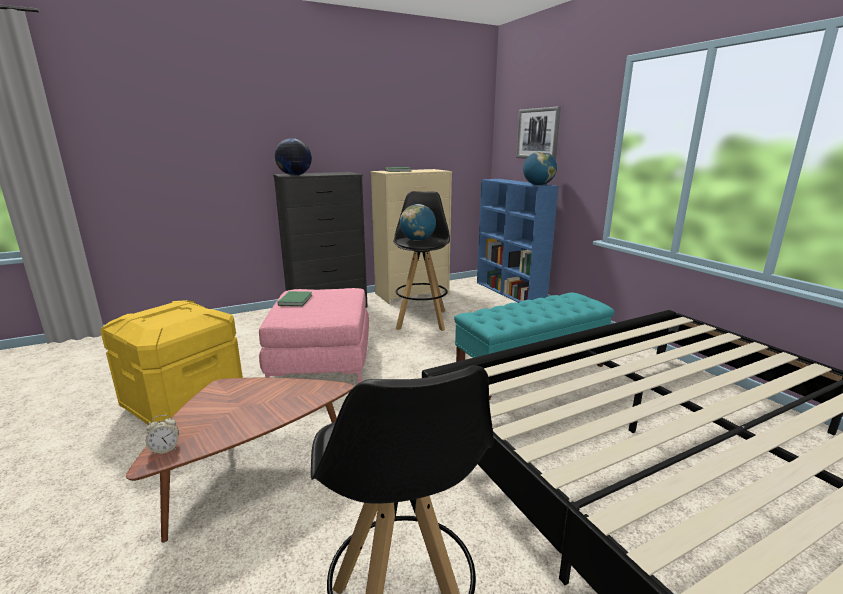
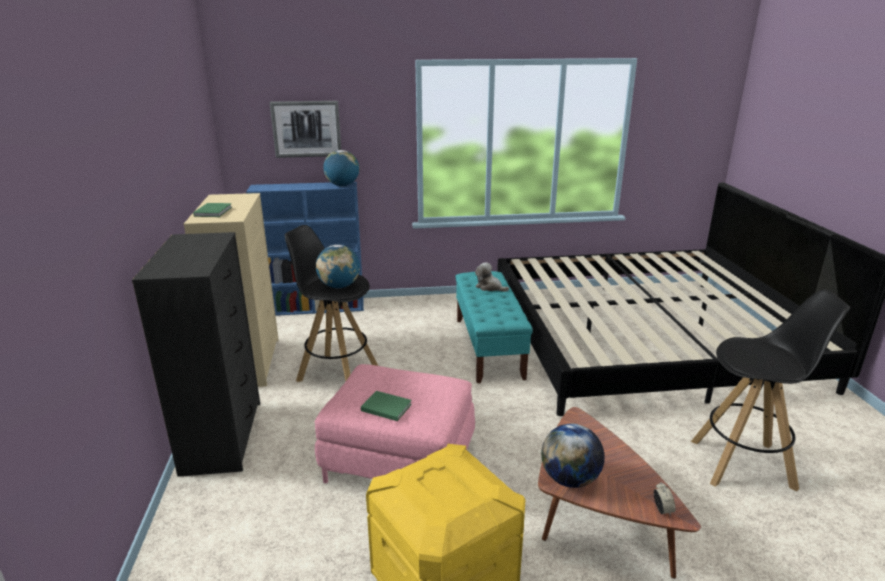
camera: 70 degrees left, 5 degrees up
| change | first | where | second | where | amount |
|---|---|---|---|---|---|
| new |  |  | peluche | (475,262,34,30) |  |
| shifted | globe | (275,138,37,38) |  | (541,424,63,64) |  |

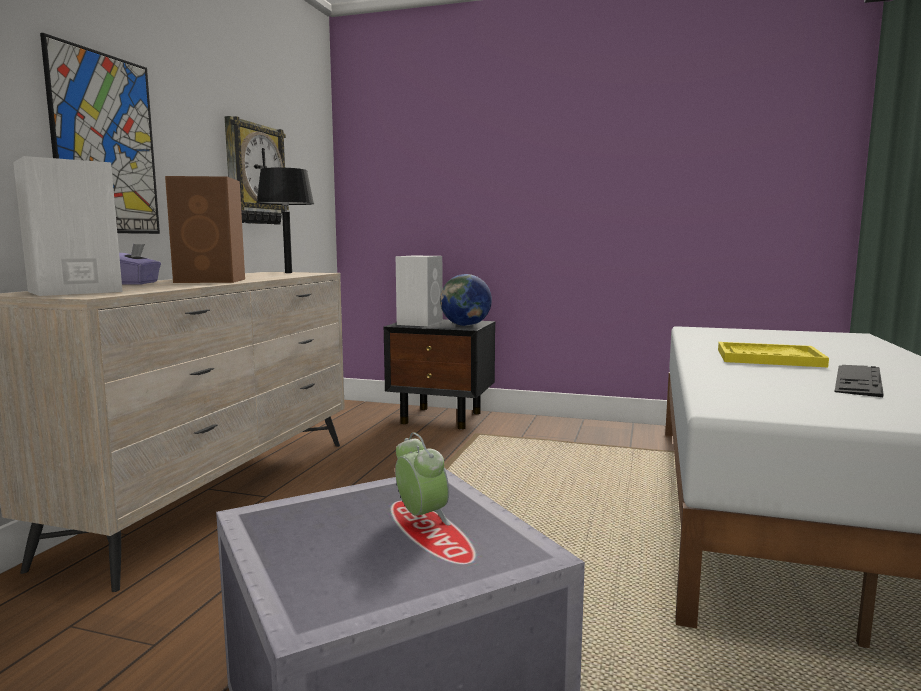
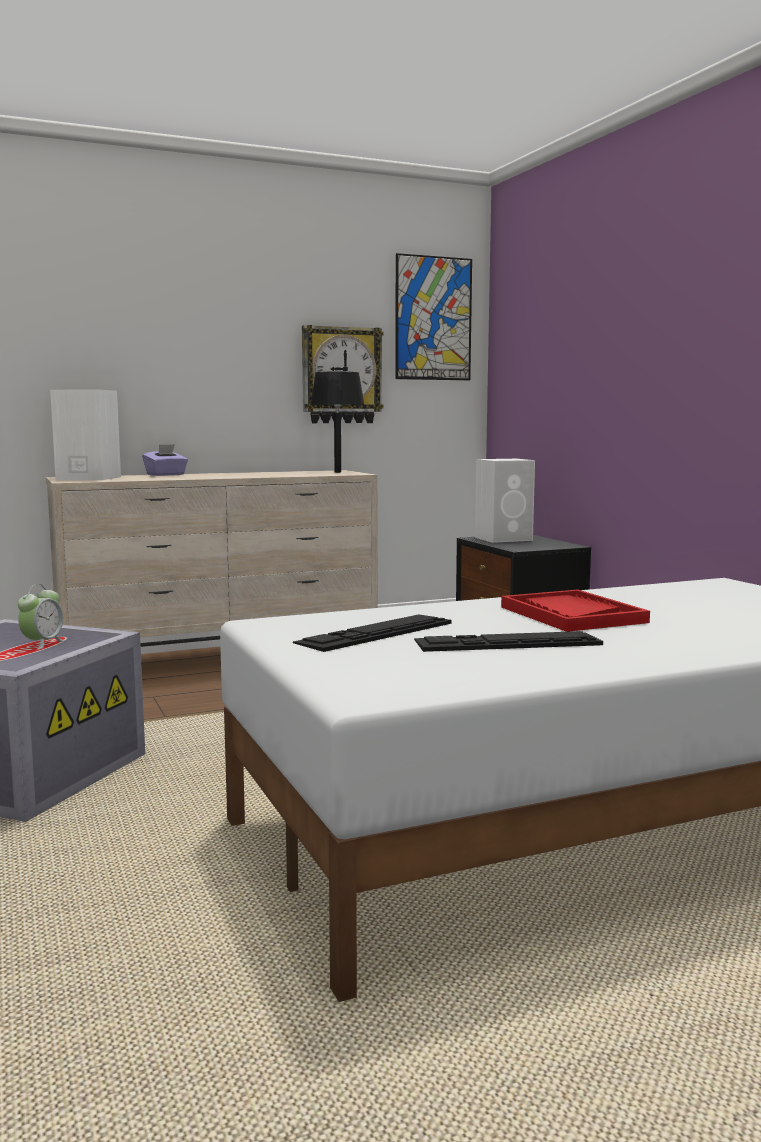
camera: 50 degrees right, 0 degrees up
| change | first | where | second | where | amount |
|---|---|---|---|---|---|
| gone | enceinte (marron) | (165,176,80,107) |  |  |  |
| gone | globe | (440,274,52,52) |  |  |  |
| new |  |  | clavier | (293,614,159,38) |  |
| shifted | tableau | (40,33,120,201) |  | (395,253,77,127) |  |
| repainted | plateau (jaune) | (718,342,111,25) | plateau (rouge) | (501,589,149,43) |  |

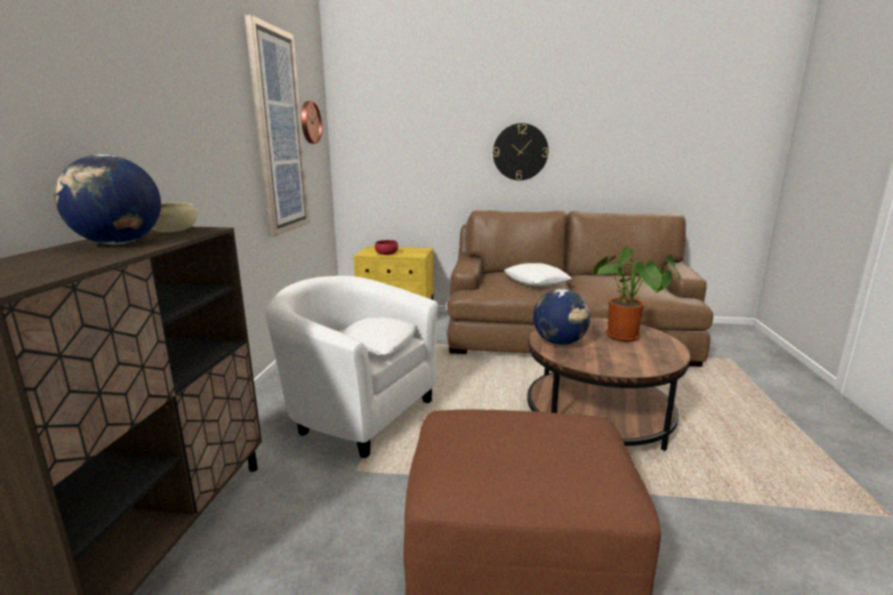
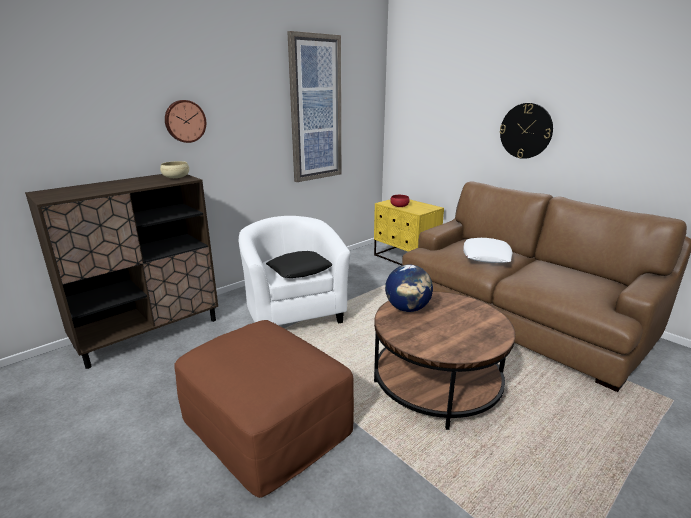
camera: 40 degrees right, 5 degrees up
| change | first | where | second | where | amount |
|---|---|---|---|---|---|
| gone | globe | (54,154,107,90) |  |  |  |
| gone | plante en pot | (593,247,87,95) |  |  |  |
| shifted | horloge murale | (301,101,21,43) |  | (165,100,41,43) |  |
| repainted | coussin (blanc) | (341,317,76,39) | coussin (noir) | (266,251,66,27) |  |

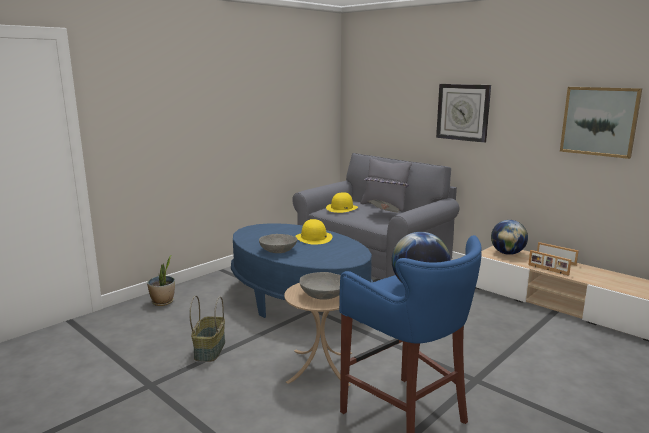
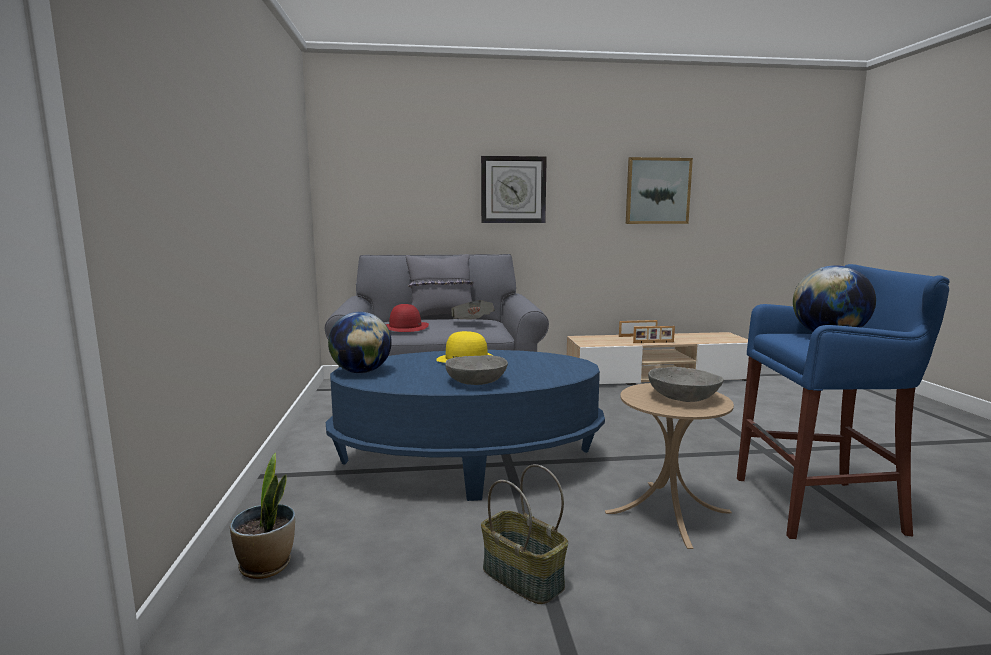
camera: 50 degrees left, 5 degrees down
| change | first | where | second | where | amount |
|---|---|---|---|---|---|
| shifted | globe | (491,220,37,35) |  | (328,312,64,61) |  |
| repainted | chapeau (jaune) | (326,192,32,21) | chapeau (rouge) | (386,304,43,28) |  |

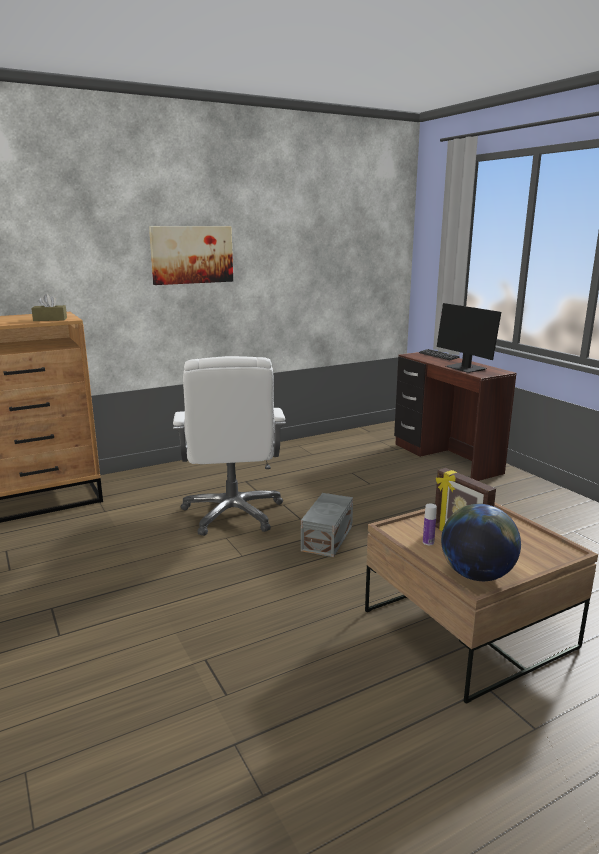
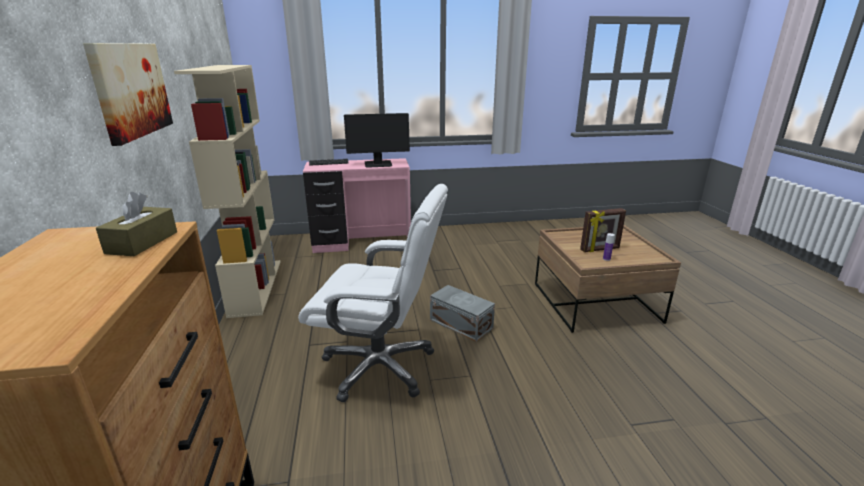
camera: 70 degrees left, 5 degrees up
| change | first | where | second | where | amount |
|---|---|---|---|---|---|
| gone | globe | (441,504,80,77) |  |  |  |
| new |  |  | bibliothèque (beige) | (174,65,107,253) |  |
| repainted | bureau (marron) | (394,352,122,129) | bureau (rose) | (303,158,108,95) |  |

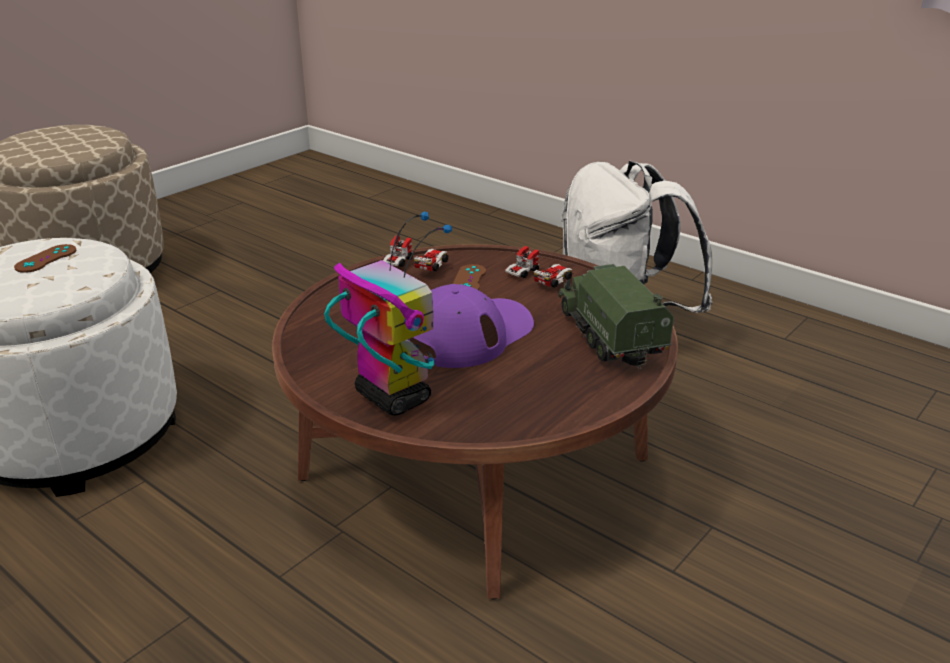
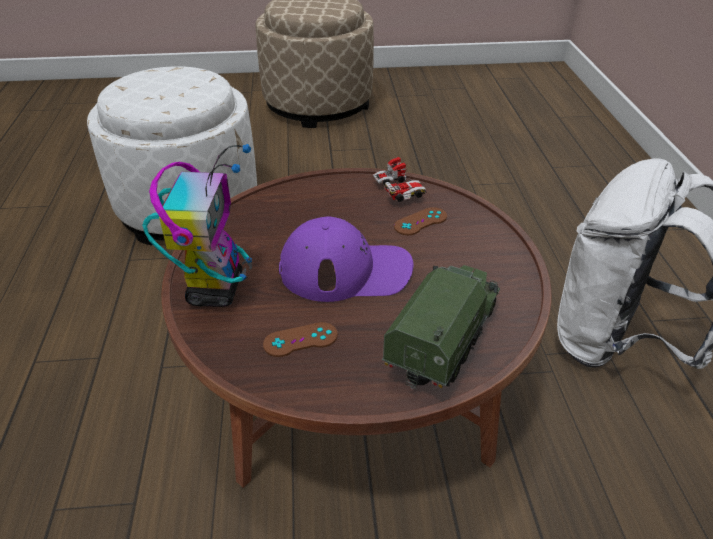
camera: 45 degrees right, 10 degrees up
| change | first | where | second | where | amount |
|---|---|---|---|---|---|
| gone | petite voiture | (505,246,68,42) |  |  |  |
| shifted | manette (marron) | (14,244,62,29) |  | (263,322,75,35) |  |

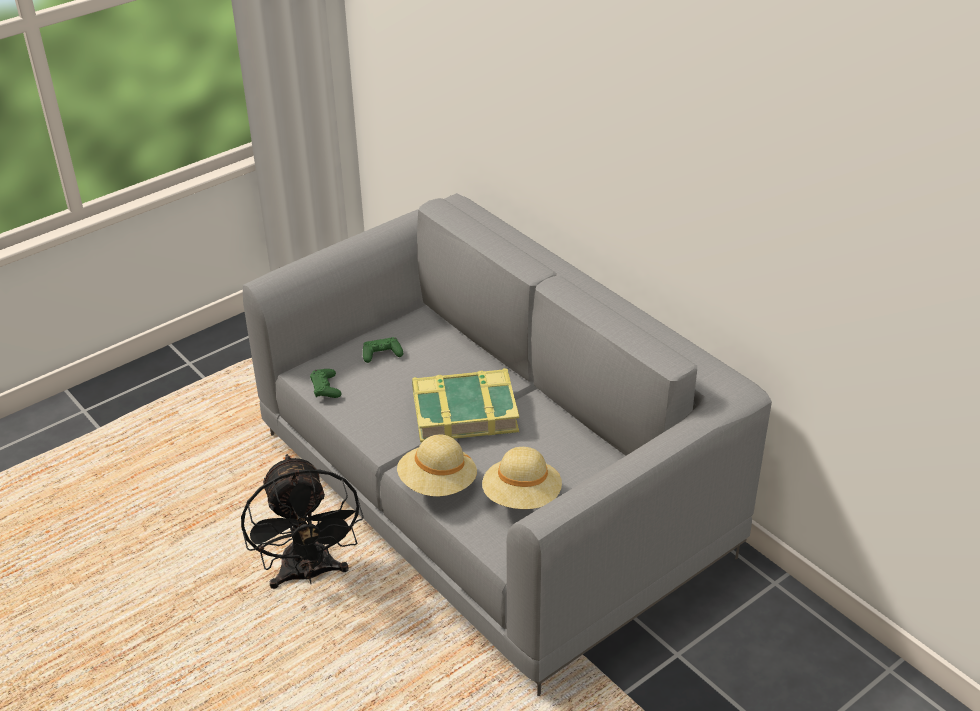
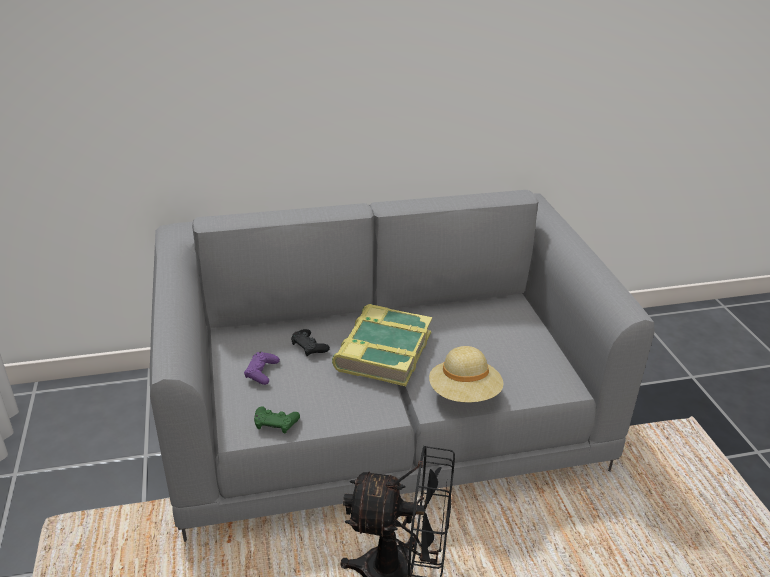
camera: 65 degrees left, 5 degrees down
| change | first | where | second | where | amount |
|---|---|---|---|---|---|
| gone | chapeau (beige) | (482,447,80,62) |  |  |  |
| new |  |  | manette (noir) | (291,329,39,27) |  |
| repainted | manette (vert) | (363,337,40,26) | manette (violet) | (244,352,36,33) |  |

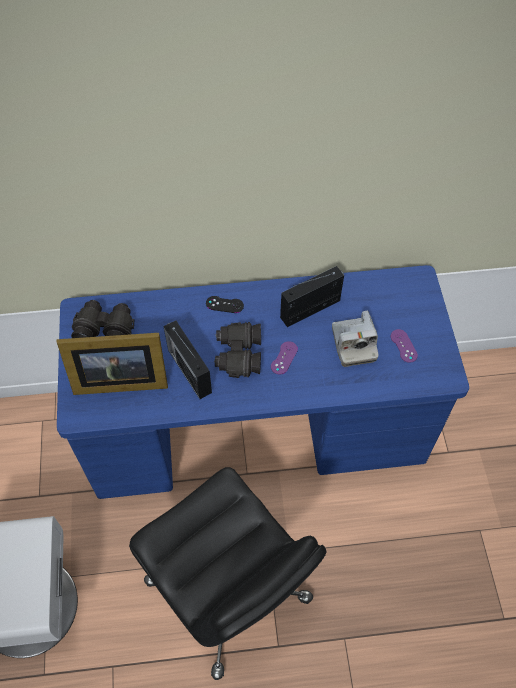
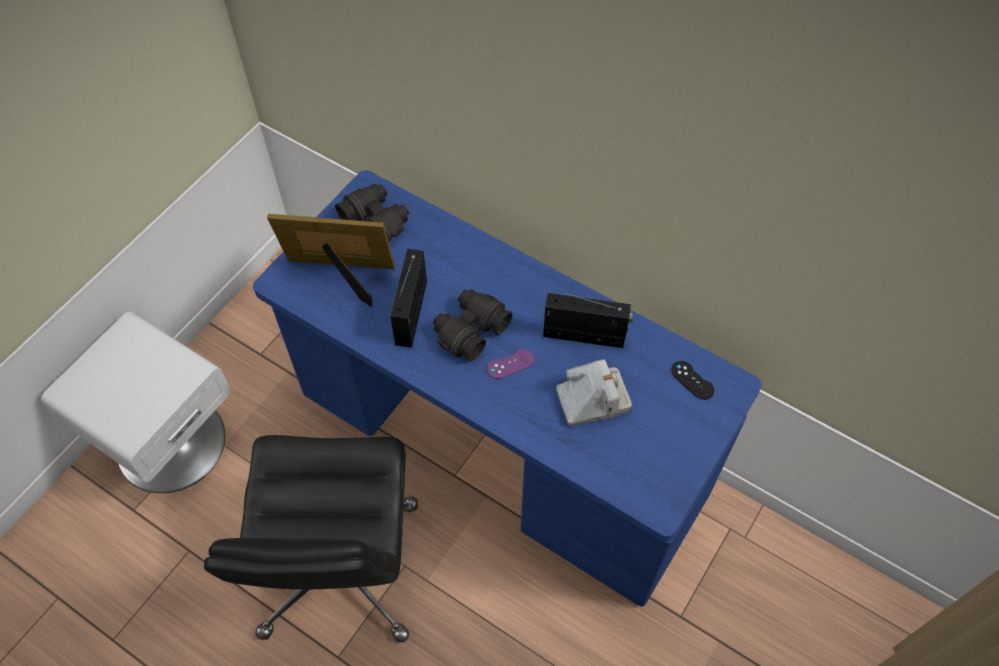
camera: 40 degrees right, 0 degrees up
| change | first | where | second | where | amount |
|---|---|---|---|---|---|
| gone | manette (violet) | (391,329,27,34) |  |  |  |
| shifted | manette (noir) | (206,296,38,17) |  | (671,361,43,39) |  |
| rotated | cadre photo | (57,333,111,62) |  | (267,214,128,93) | 150 degrees clockwise |
| rotated | appareil photo | (332,311,46,56) |  | (556,359,76,67) | 135 degrees counterclockwise |

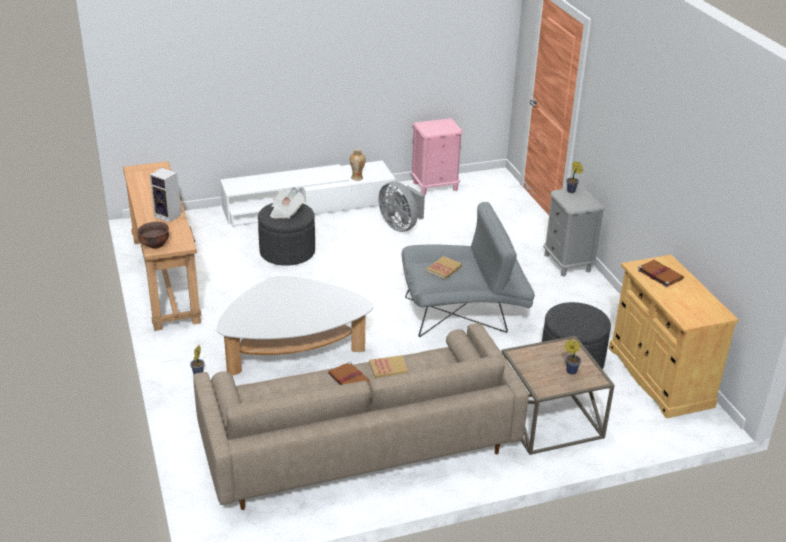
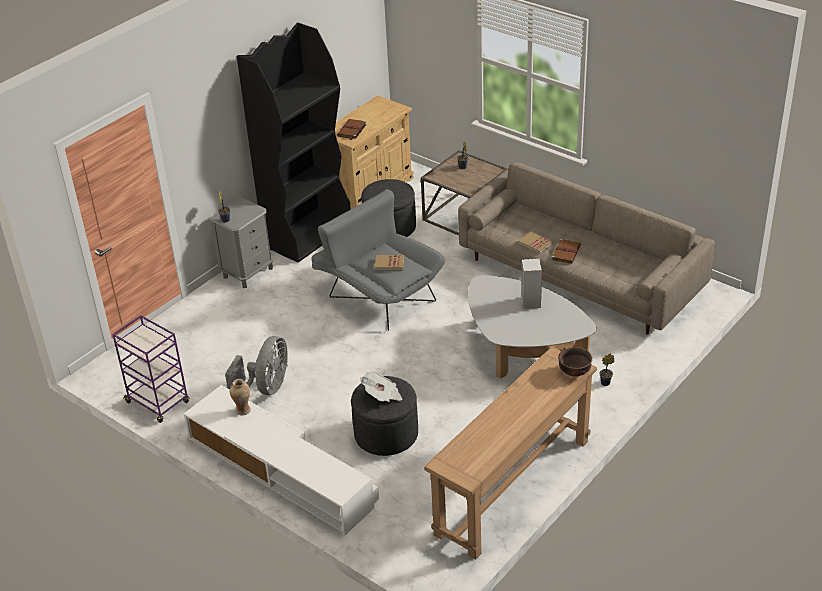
camera: 120 degrees left, 5 degrees up
| change | first | where | second | where | amount |
|---|---|---|---|---|---|
| new |  |  | bibliothèque (noir) | (237,22,114,241) |  |
| shifted | enceinte | (149,168,32,55) |  | (521,258,21,51) |  |
| swapped | table de chevet (rose) | (411,118,52,77) | chariot (violet) | (112,315,78,108) |  |

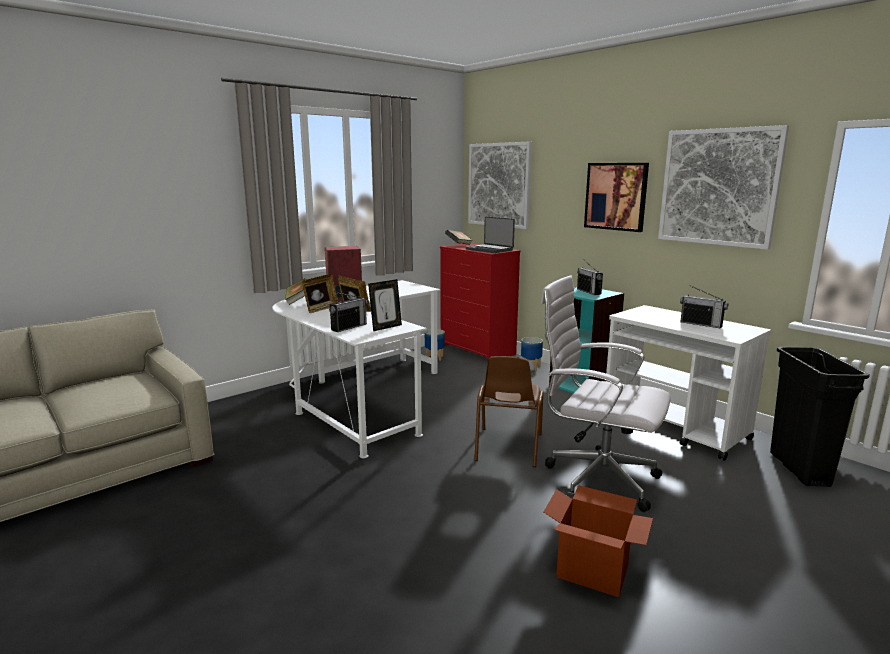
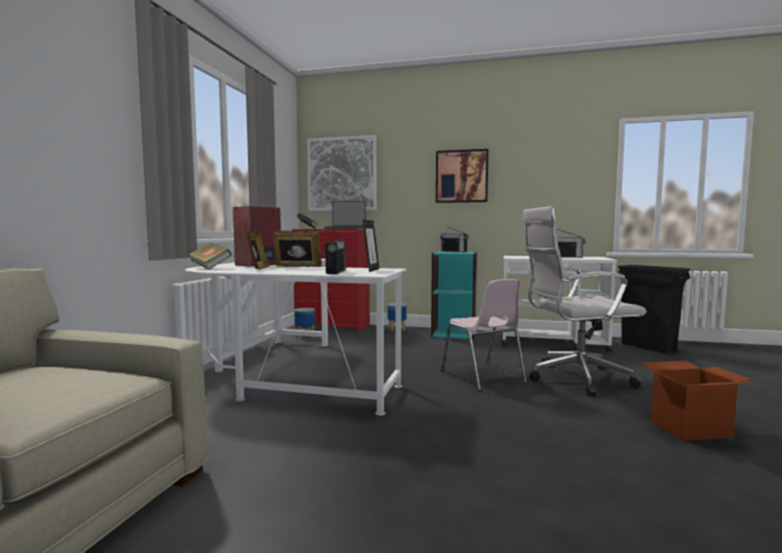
camera: 35 degrees left, 10 degrees down
| change | first | where | second | where | amount |
|---|---|---|---|---|---|
| gone | tableau | (658,125,131,125) |  |  |  |
| repainted | chaise (marron) | (474,356,69,111) | chaise (rose) | (441,279,86,112) |  |

